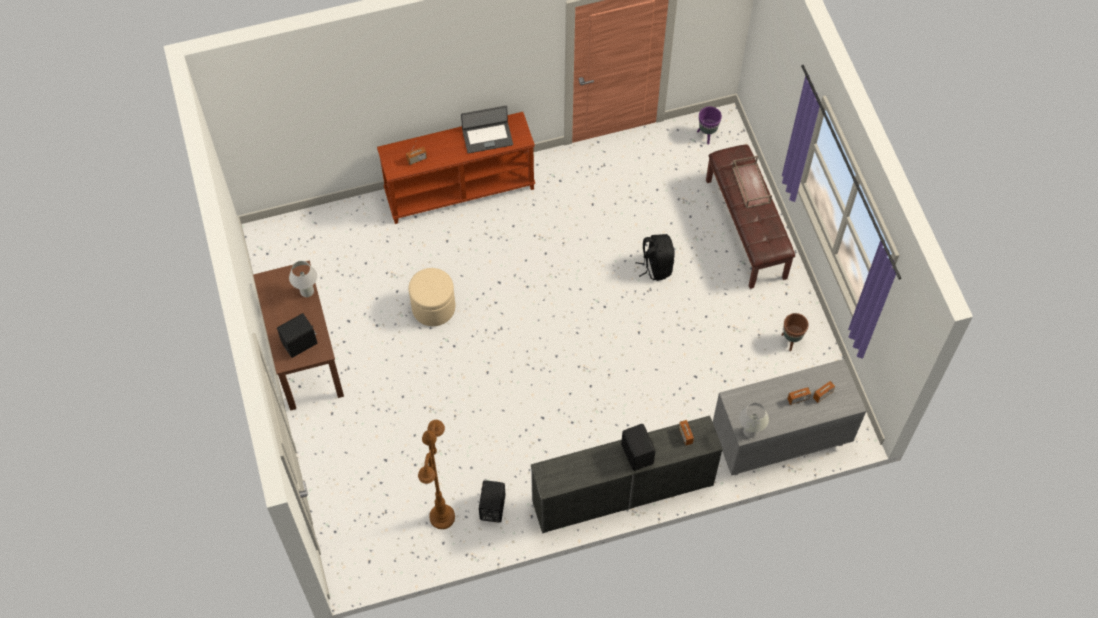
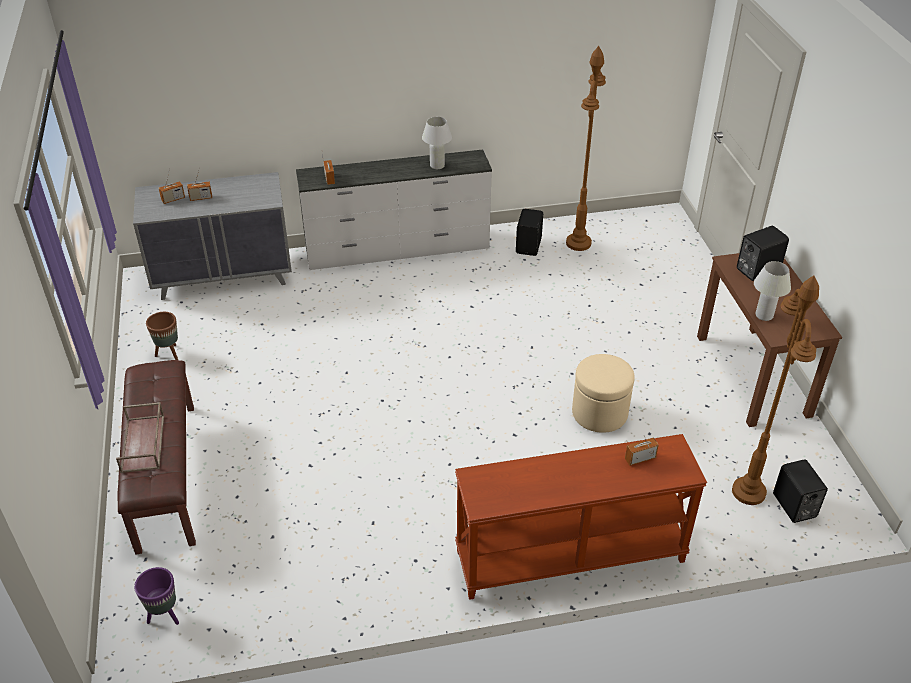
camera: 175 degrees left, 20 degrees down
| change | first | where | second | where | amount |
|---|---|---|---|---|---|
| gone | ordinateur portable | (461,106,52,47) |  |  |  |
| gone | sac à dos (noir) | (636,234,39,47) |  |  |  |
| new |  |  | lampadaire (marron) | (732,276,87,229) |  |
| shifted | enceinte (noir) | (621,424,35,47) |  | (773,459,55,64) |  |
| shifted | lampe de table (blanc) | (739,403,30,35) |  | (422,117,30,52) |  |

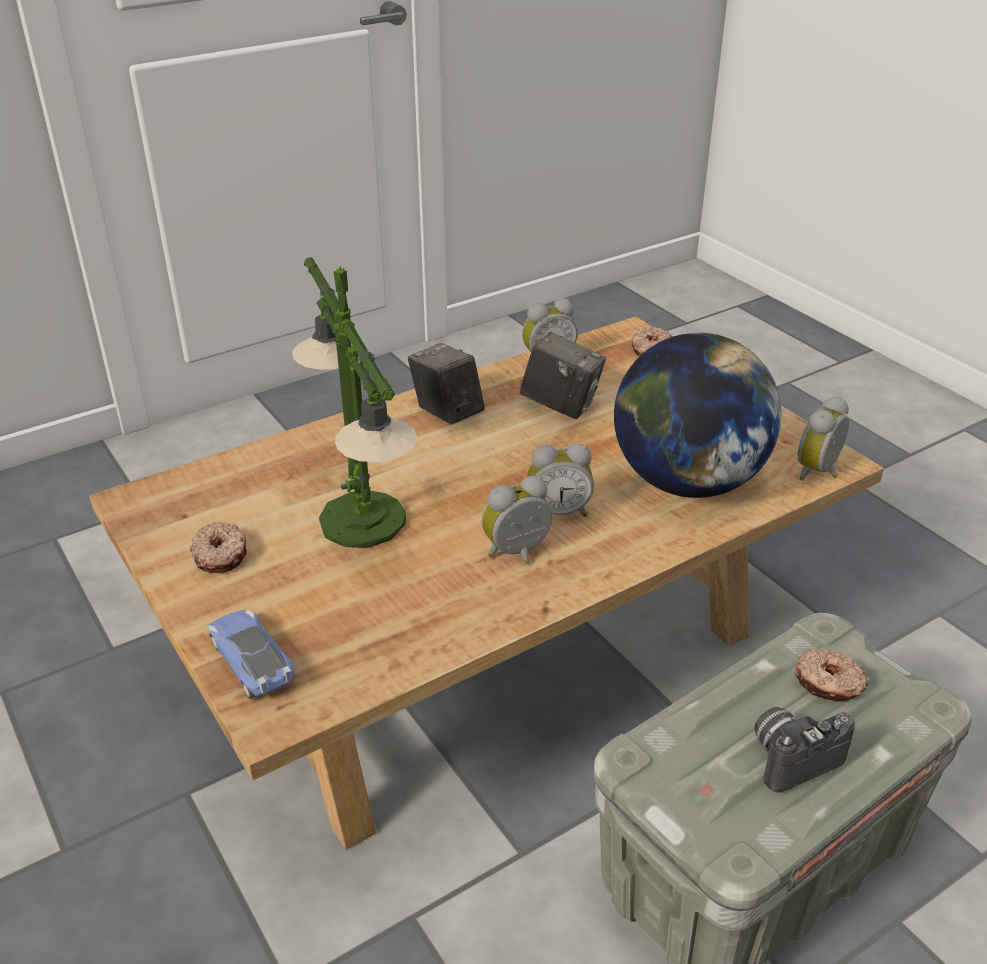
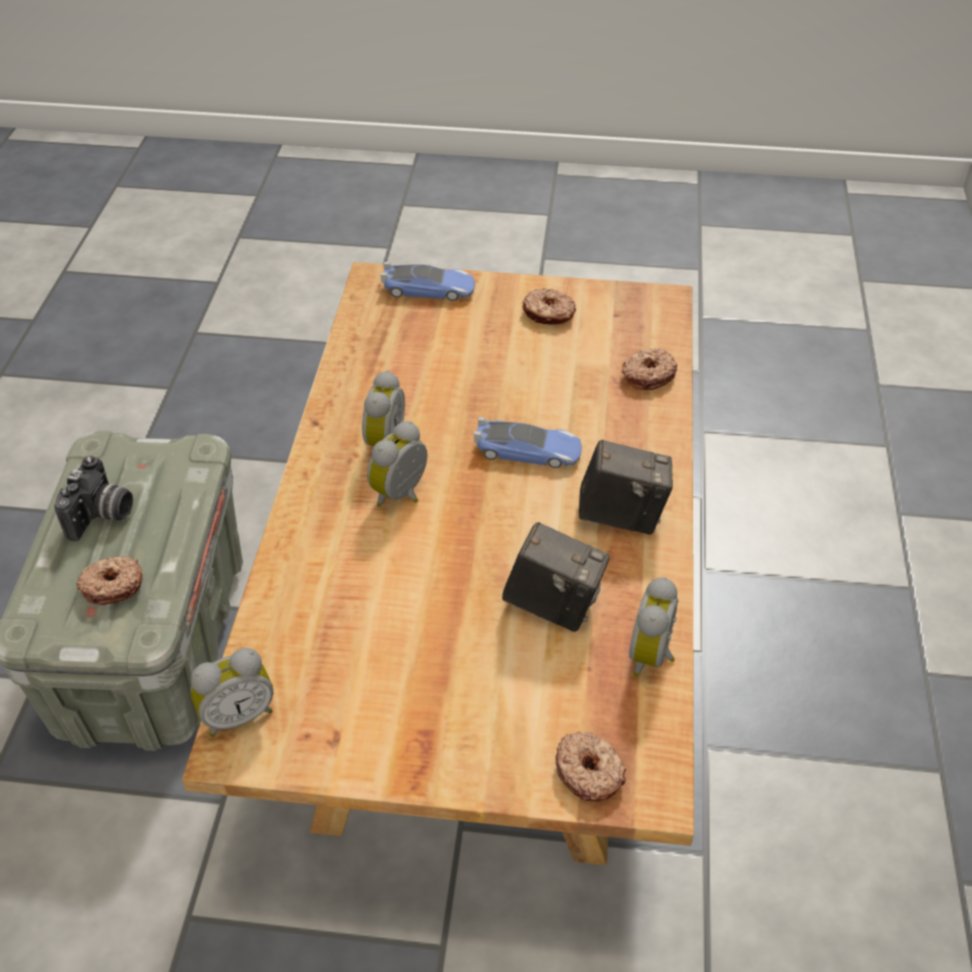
camera: 130 degrees right, 10 degrees up
| change | first | where | second | where | amount |
|---|---|---|---|---|---|
| gone | lampe de table | (292,257,125,291) |  |  |  |
| gone | globe | (614,333,168,165) |  |  |  |
| new |  |  | petite voiture | (474,417,108,51) |  |
| new |  |  | beignet | (621,348,56,42) |  |
| rotated | appareil photo | (520,332,86,87) |  | (502,522,108,110) | 135 degrees counterclockwise |
| rotated | réveil | (798,396,51,85) |  | (190,648,83,89) | 75 degrees clockwise |

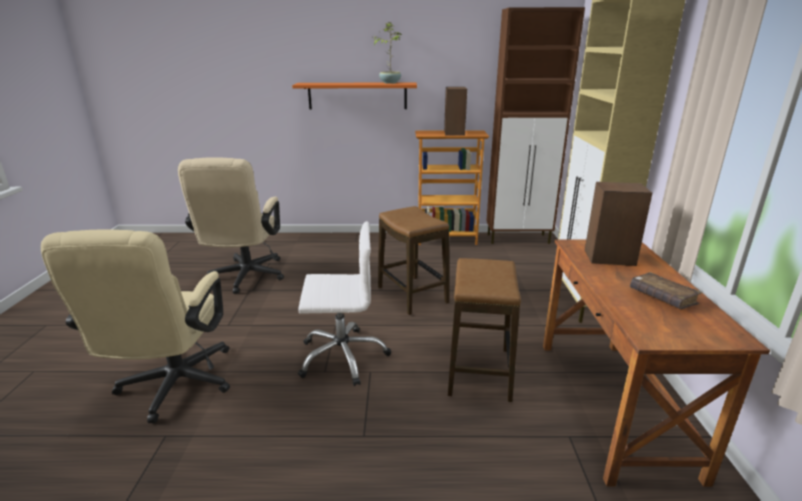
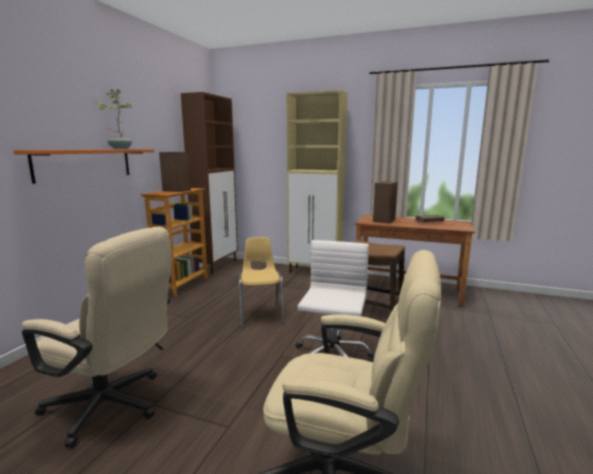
camera: 70 degrees left, 10 degrees down
| change | first | where | second | where | amount |
|---|---|---|---|---|---|
| swapped | tabouret | (378,206,71,109) | chaise (jaune) | (239,237,45,91) |  |

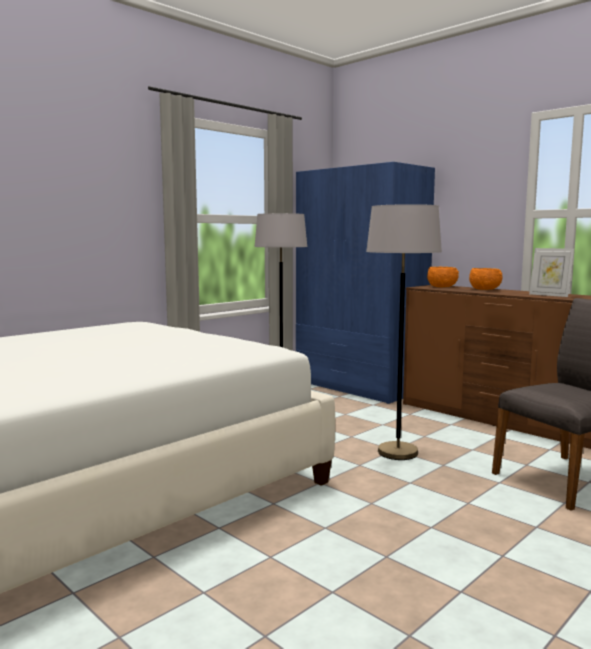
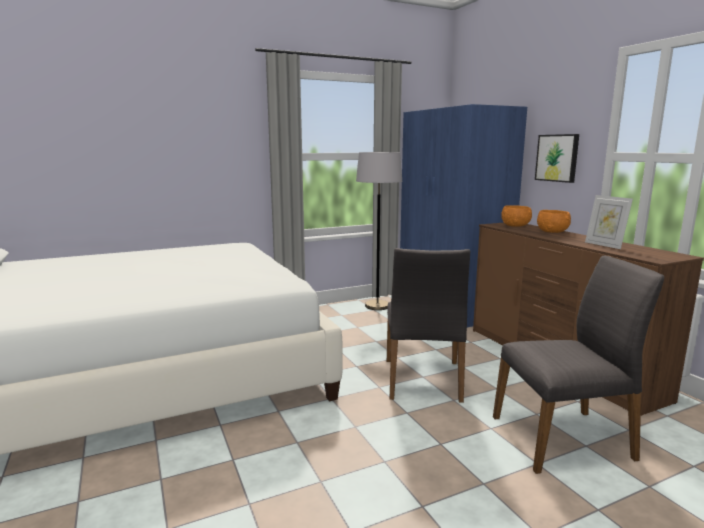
camera: 20 degrees right, 5 degrees up
| change | first | where | second | where | amount |
|---|---|---|---|---|---|
| new |  |  | tableau | (535,134,44,49) |  |
| swapped | lampadaire (gris) | (366,204,76,256) | chaise (gris) | (387,248,83,155) |  |

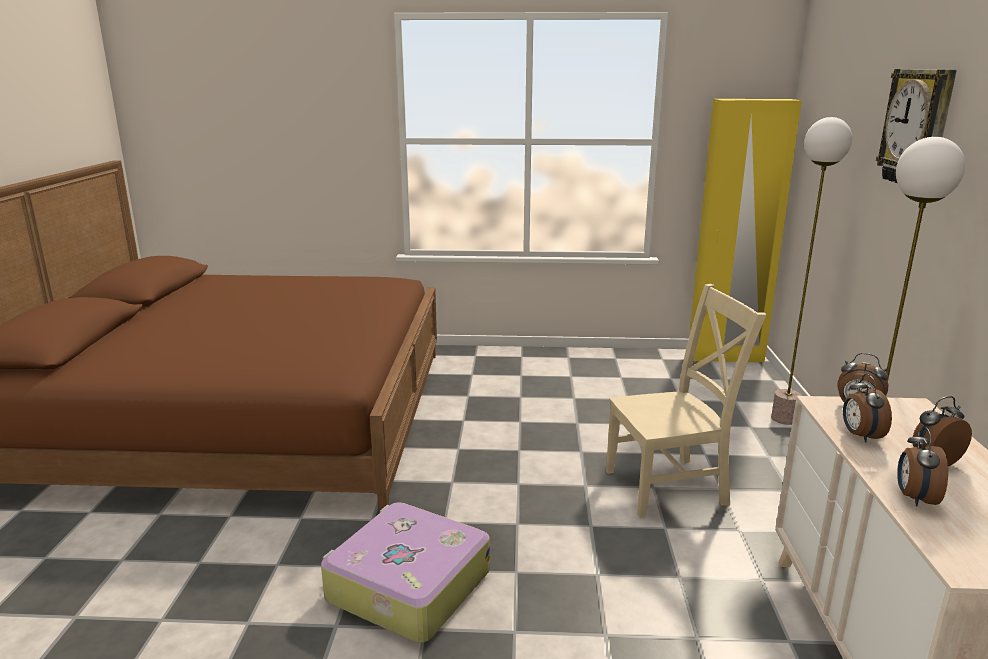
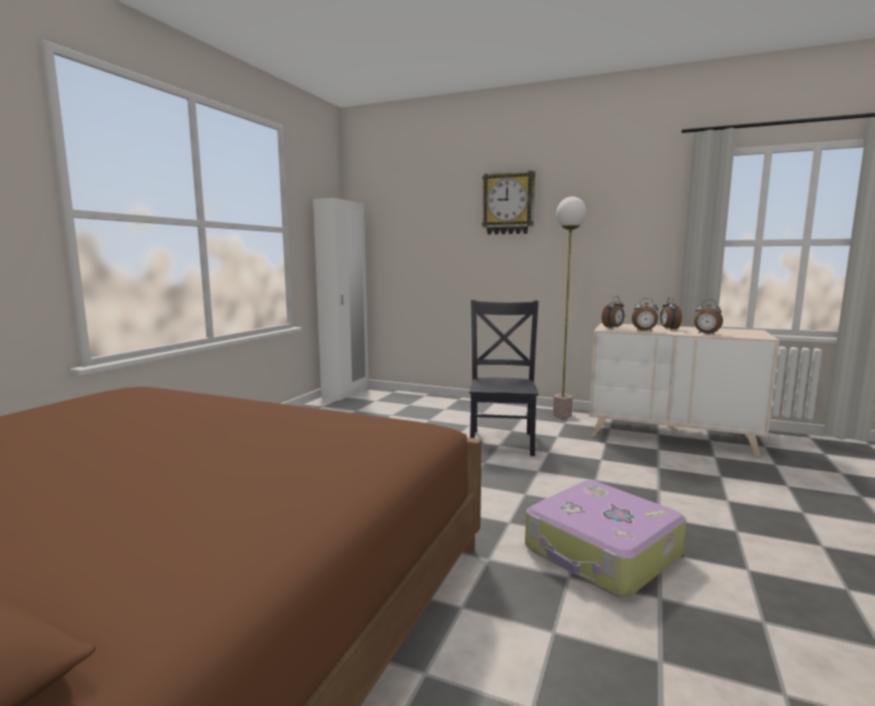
camera: 70 degrees left, 10 degrees down
| change | first | where | second | where | amount |
|---|---|---|---|---|---|
| gone | lampadaire | (771,117,81,308) |  |  |  |
| repainted | chaise (beige) | (606,284,161,234) | chaise (noir) | (469,300,70,156) |  |
| repainted | armoire (jaune) | (690,99,112,264) | armoire (blanc) | (313,198,56,203) |  |

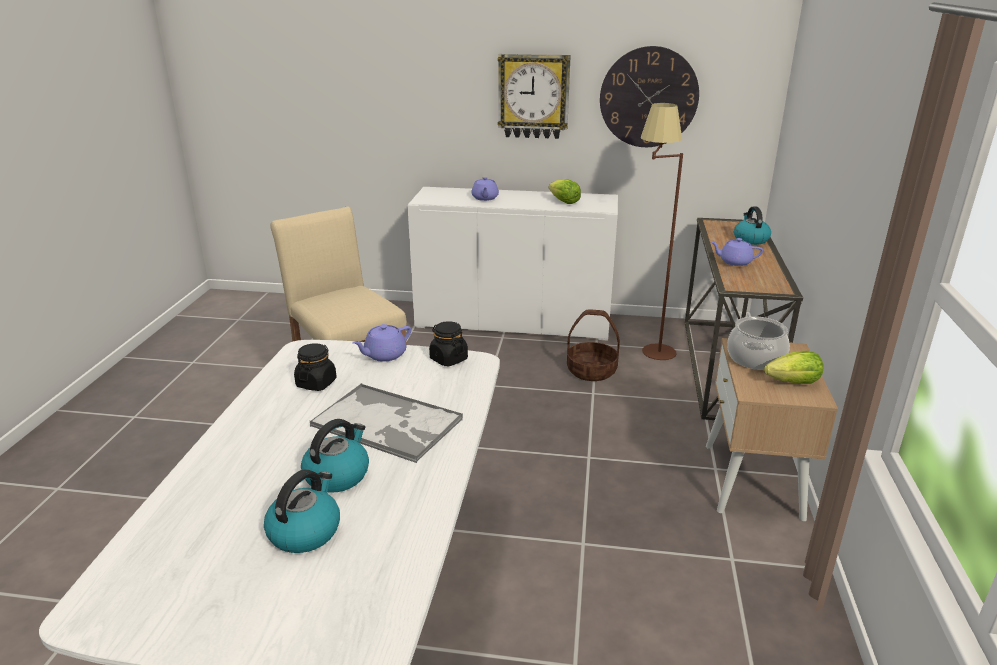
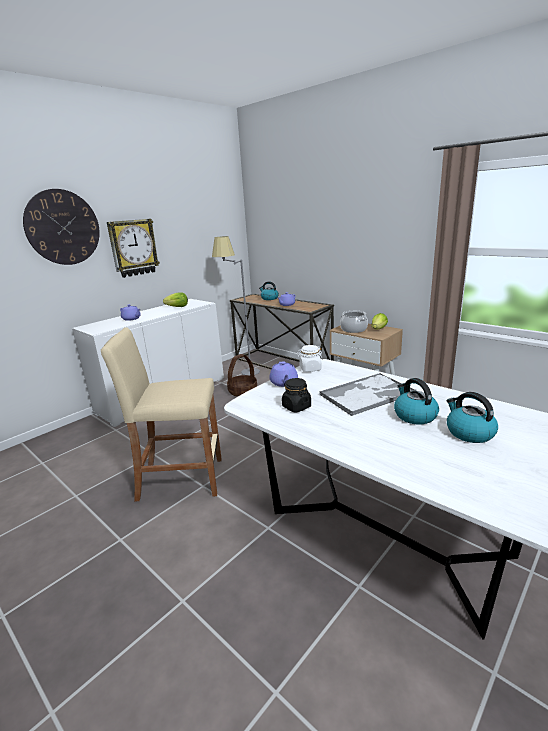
camera: 55 degrees left, 5 degrees down
| change | first | where | second | where | amount |
|---|---|---|---|---|---|
| shifted | horloge murale | (600,46,99,101) |  | (23,189,77,76) |  |
| repainted | bocal (noir) | (429,321,39,45) | bocal (blanc) | (297,345,26,27) |  |
| repainted | lampadaire (marron) | (641,103,42,257) | lampadaire (gris) | (212,236,48,139) |  |

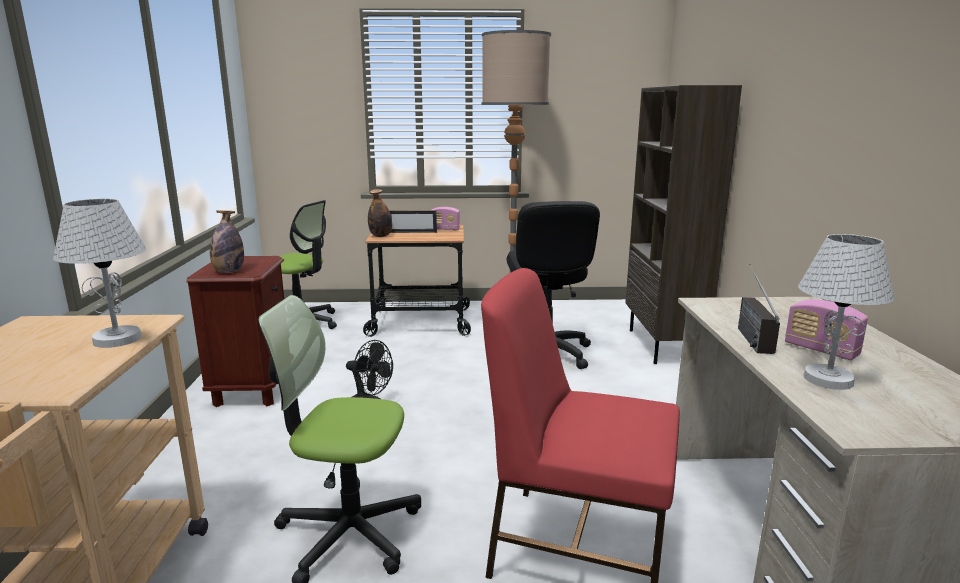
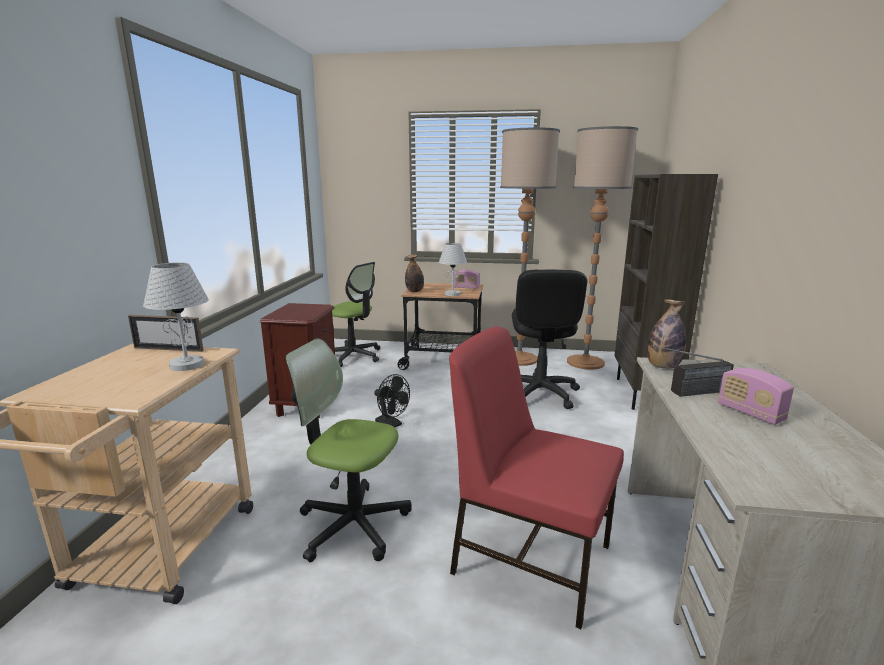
camera: 10 degrees right, 0 degrees up
| change | first | where | second | where | amount |
|---|---|---|---|---|---|
| new |  |  | lampadaire | (567,126,71,244) |  |
| shifted | bouteille | (210,210,34,63) |  | (647,299,40,70) |  |
| shifted | cadre photo | (389,210,48,23) |  | (128,315,76,37) |  |
| shifted | lampe de table (blanc) | (798,234,97,156) |  | (439,243,28,53) |  |
| rotated | radio | (738,264,42,90) |  | (651,345,83,52) | 120 degrees counterclockwise |

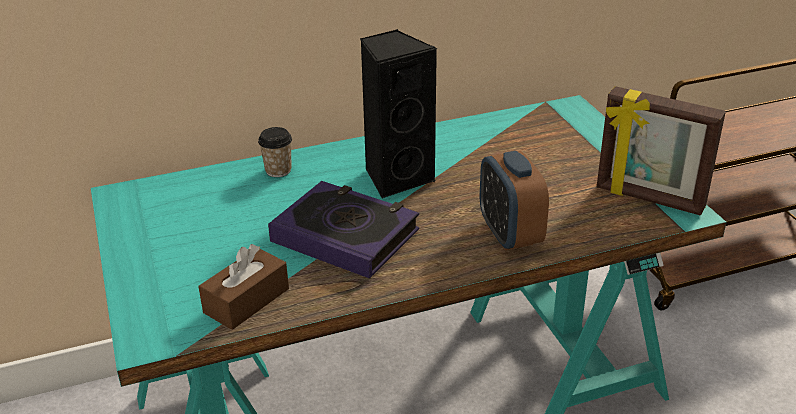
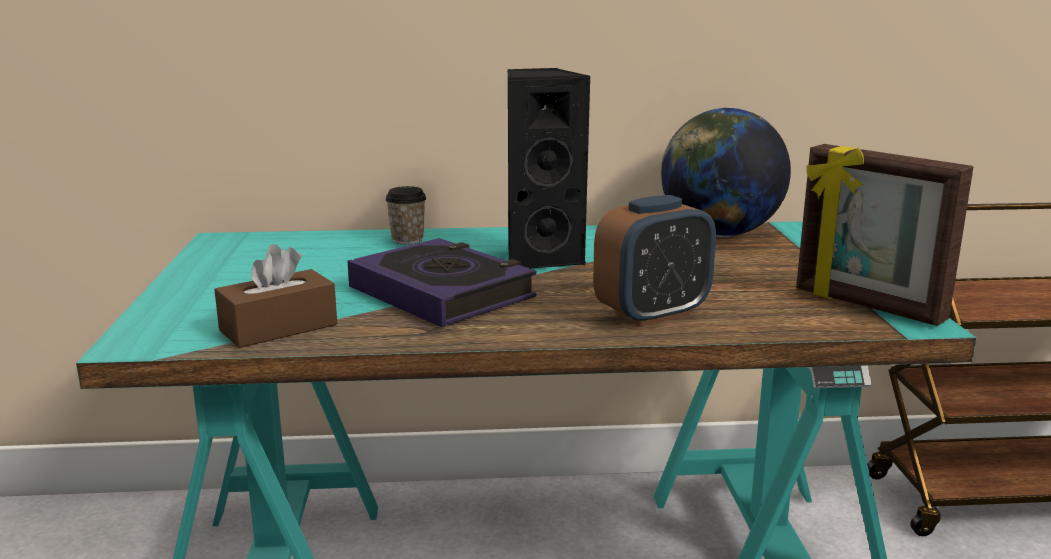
camera: 15 degrees right, 15 degrees down
| change | first | where | second | where | amount |
|---|---|---|---|---|---|
| new |  |  | globe | (661,107,130,130) |  |
| rotated | réveil | (480,151,69,99) |  | (593,195,123,132) | 120 degrees counterclockwise |

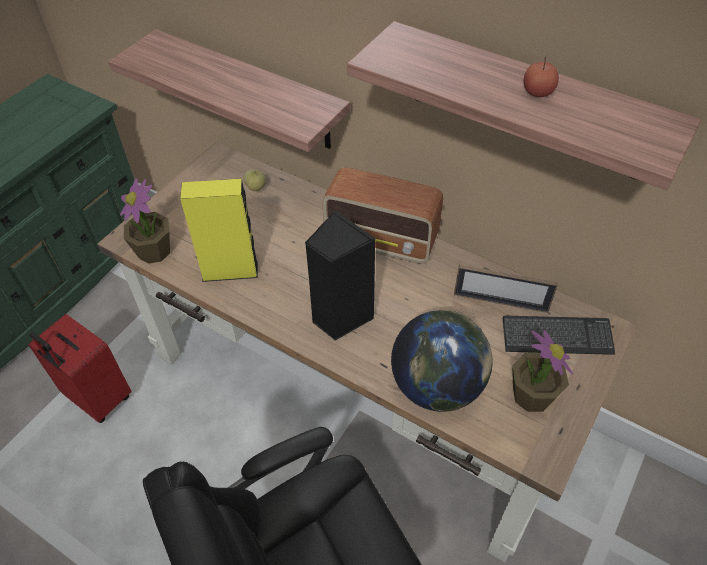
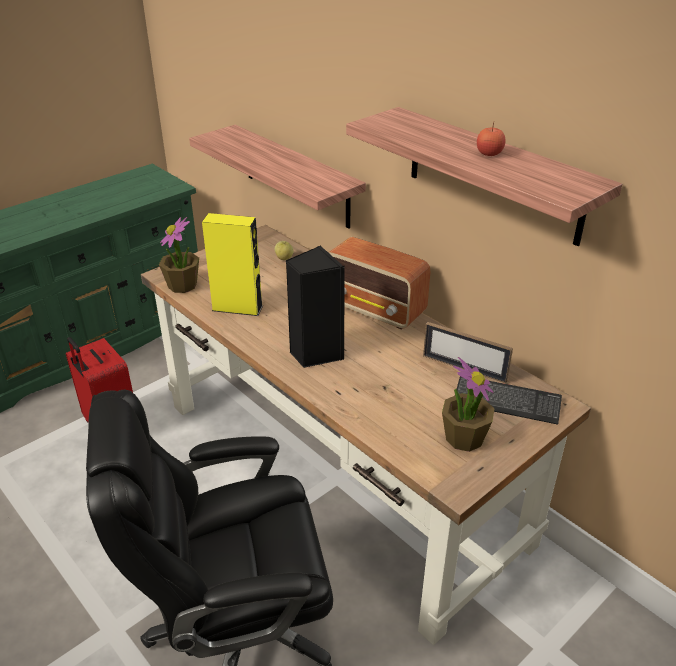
camera: 15 degrees right, 15 degrees down
| change | first | where | second | where | amount |
|---|---|---|---|---|---|
| gone | globe | (391,310,101,103) |  |  |  |

